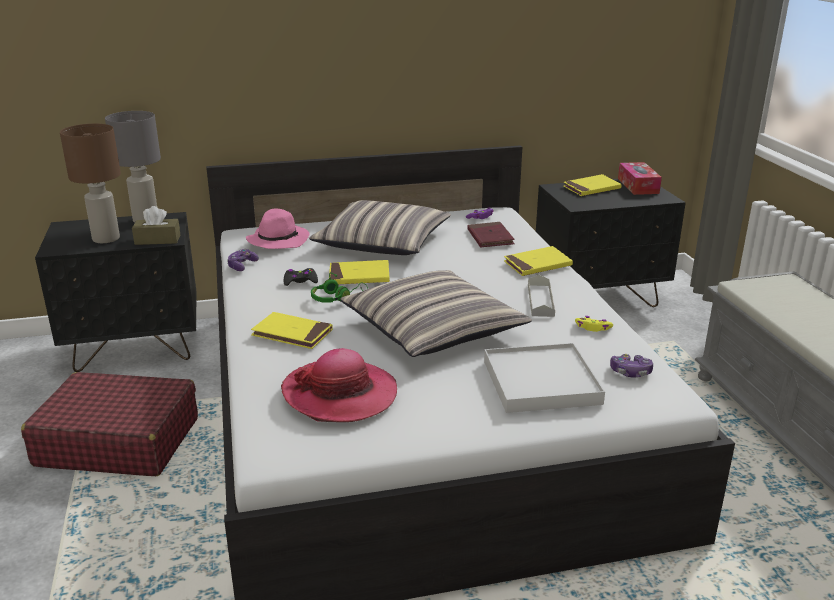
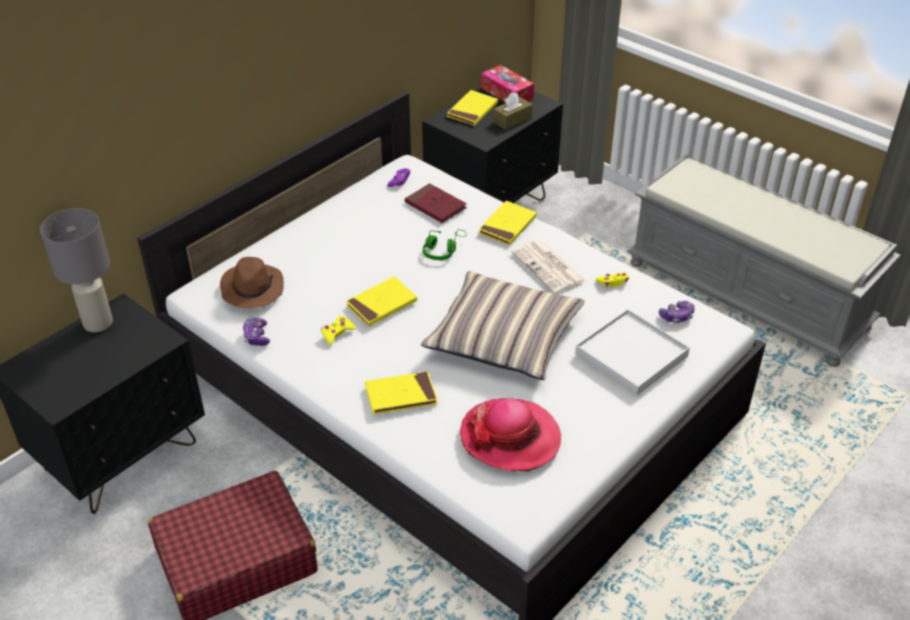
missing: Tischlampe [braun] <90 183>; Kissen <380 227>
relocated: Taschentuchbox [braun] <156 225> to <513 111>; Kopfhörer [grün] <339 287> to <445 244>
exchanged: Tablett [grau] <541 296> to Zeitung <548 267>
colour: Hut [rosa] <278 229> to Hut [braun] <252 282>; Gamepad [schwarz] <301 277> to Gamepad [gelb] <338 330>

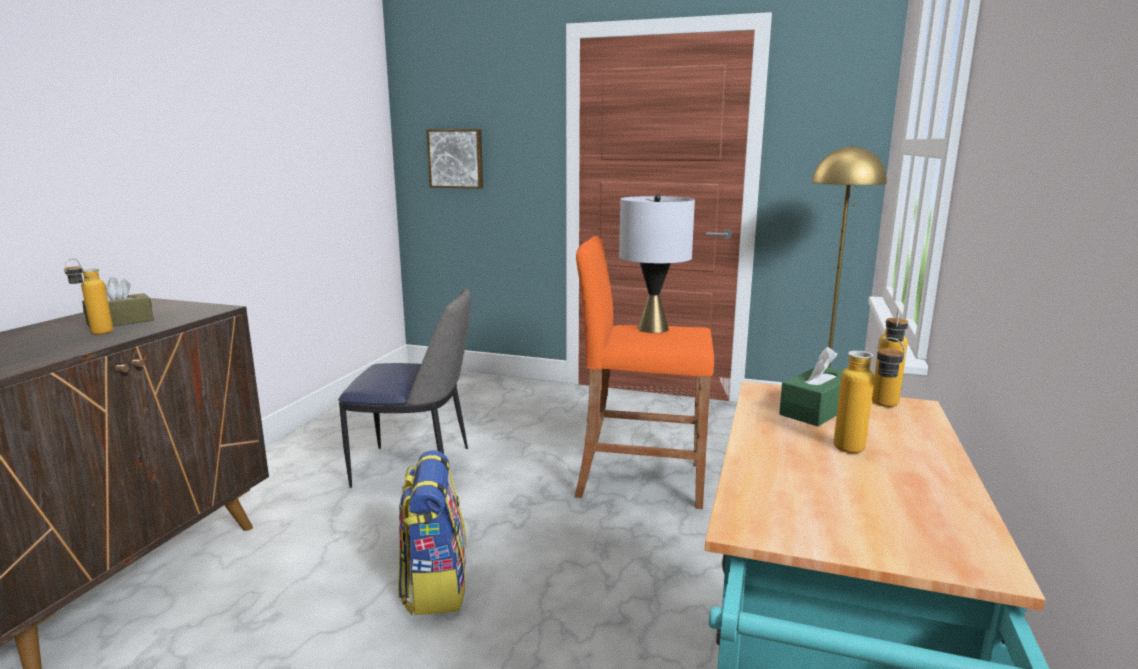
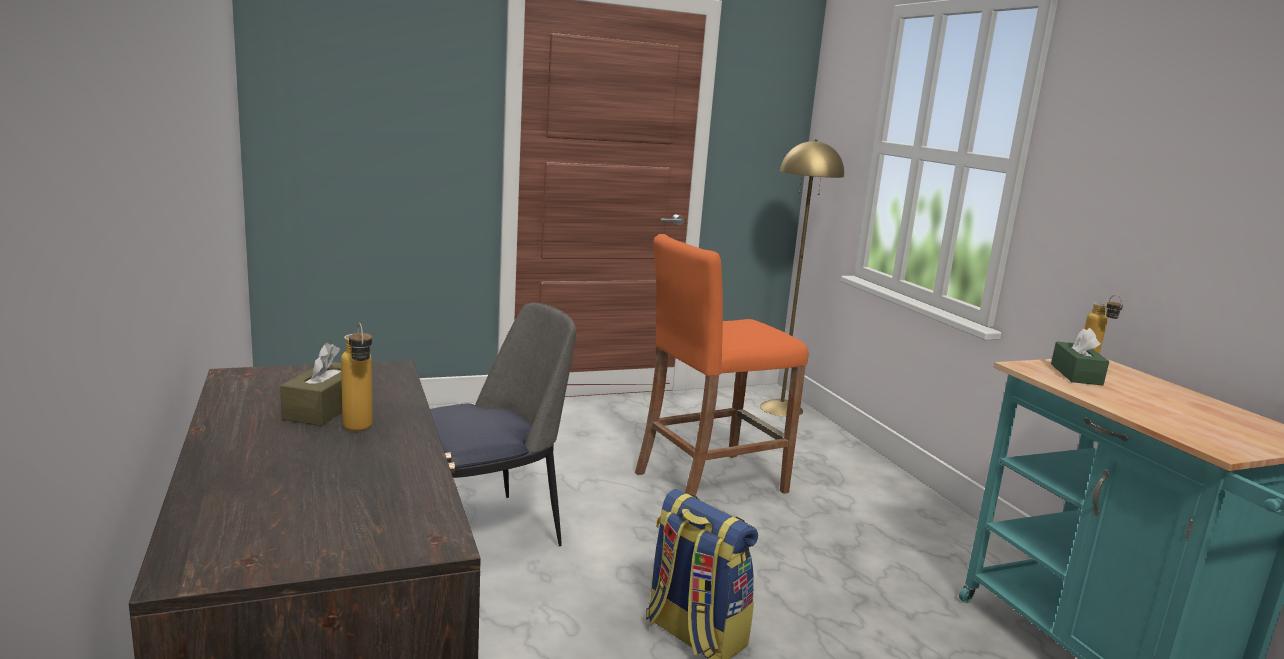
missing: Bild <454 159>; Tischlampe [grau] <657 263>; Flasche <869 395>

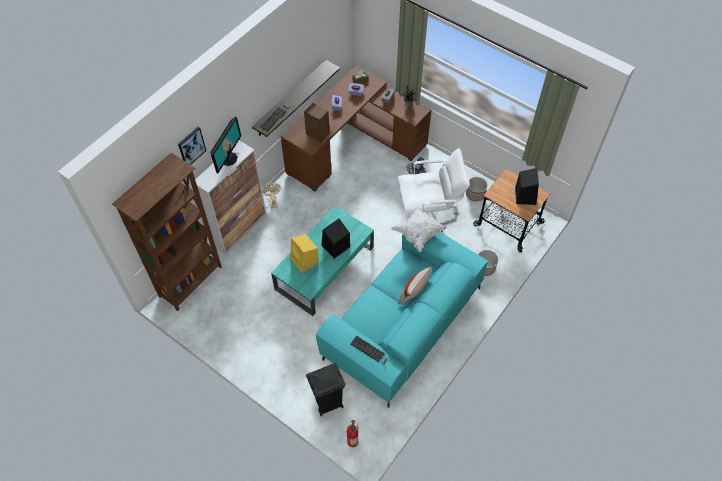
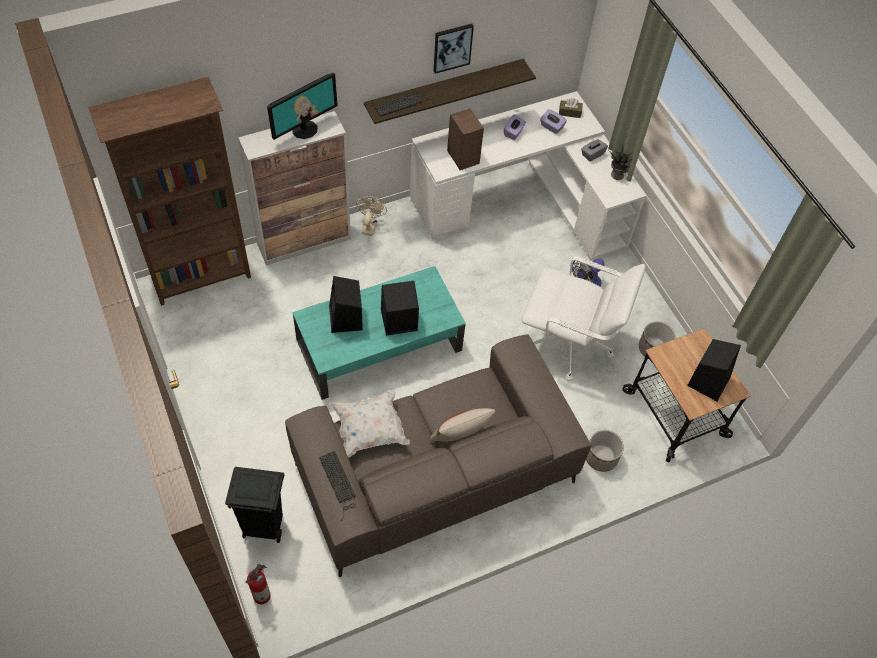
relocated: Bild <192 146> to <453 49>; Kissen [weiß] <419 229> to <370 424>
colour: Schreibtisch [braun] <356 129> to Schreibtisch [weiß] <528 175>; Sofa [türkis] <402 319> to Sofa [braun] <438 456>; Lautsprecher [gelb] <304 253> to Lautsprecher [schwarz] <346 304>

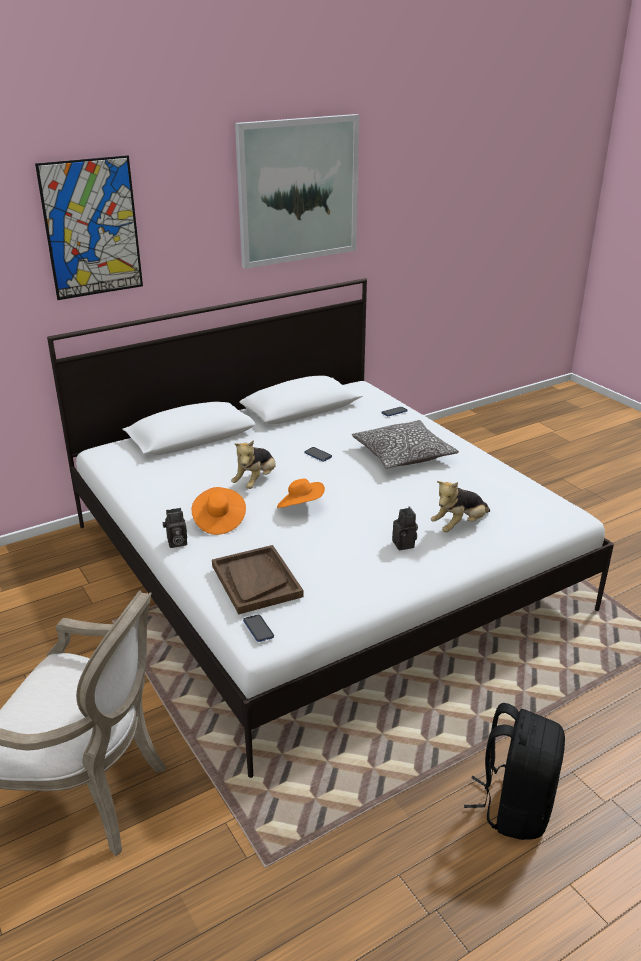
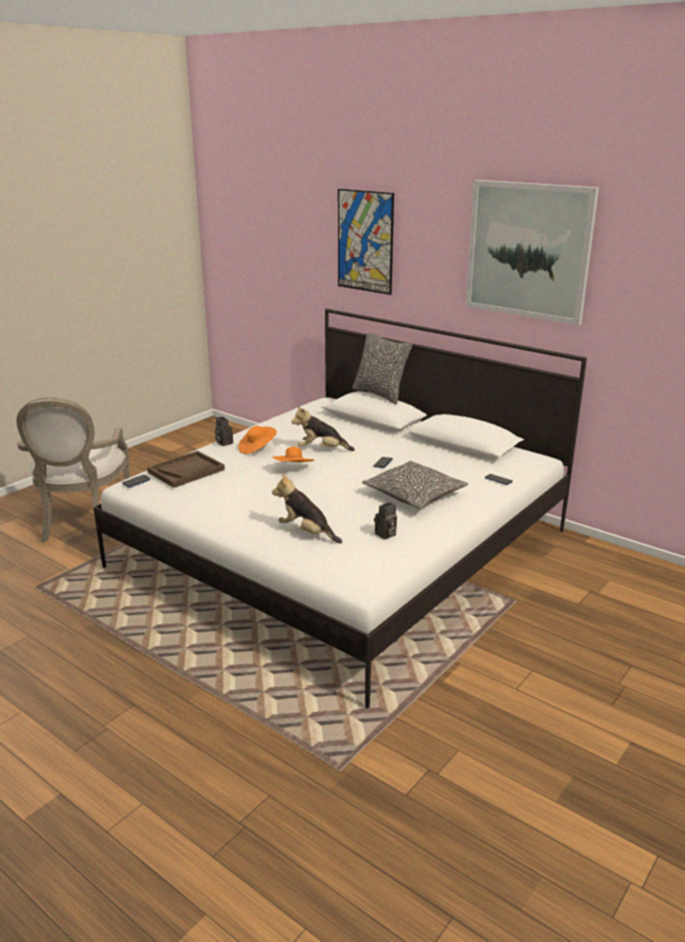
missing: Rucksack [schwarz] <514 771>
appeared: Kissen <382 368>
relocated: Kamera <405 529> to <385 521>

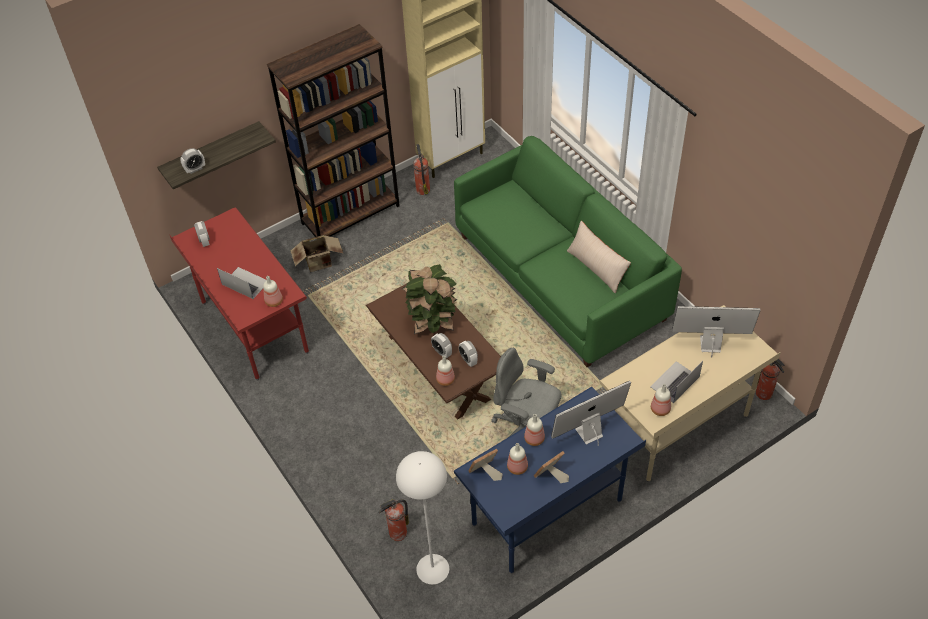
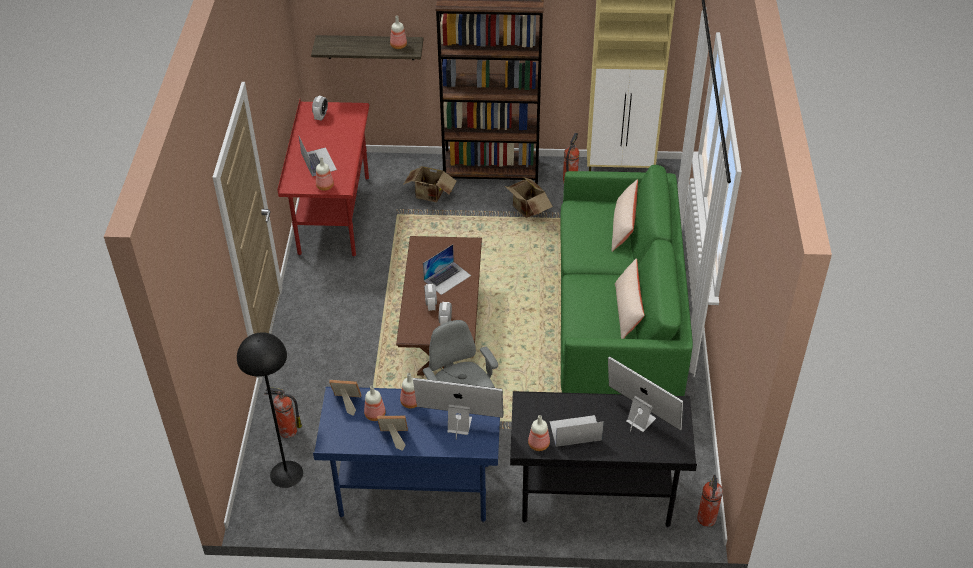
missing: Wecker <192 161>
appeared: Karton <529 197>; Kissen [beige] <625 215>
relocated: Flasche <445 371> to <398 32>
exchanged: Topfpflanze <430 299> to Laptop <447 269>
colour: Schreibtisch [beige] <690 393> to Schreibtisch [schwarz] <603 459>; Stehlampe [weiß] <422 517> to Stehlampe [schwarz] <270 410>

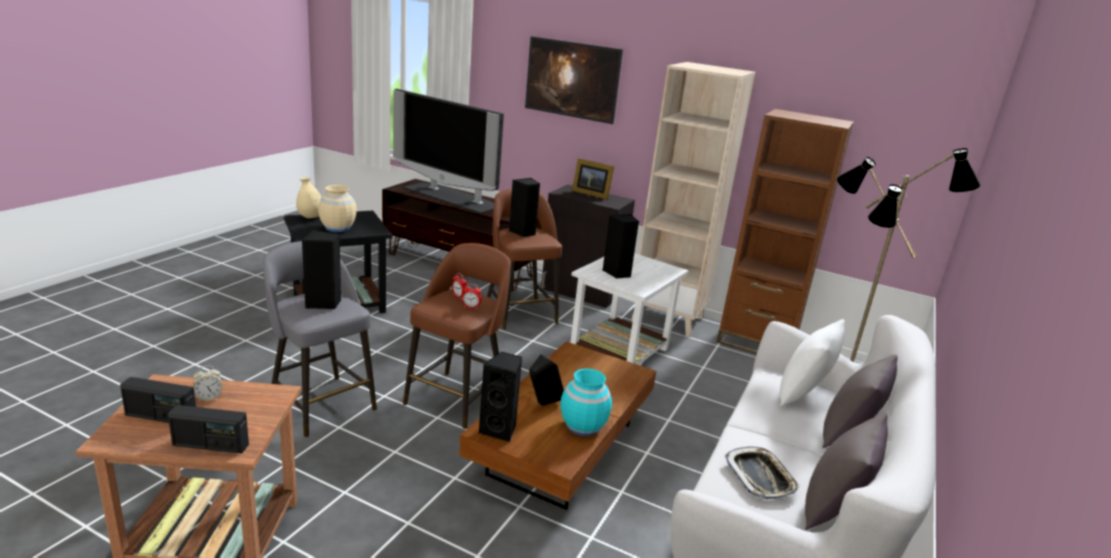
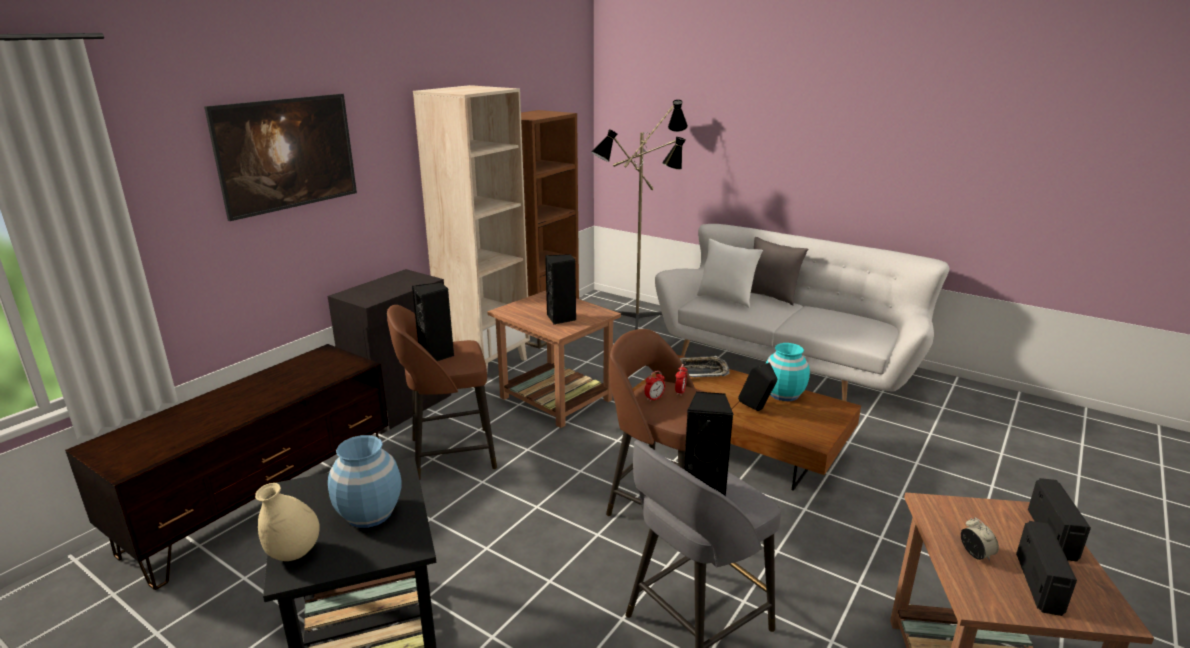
missing: Fernseher <448 151>; Bilderrahmen <593 179>; Lautsprecher [schwarz] <500 397>; Kissen [grau] <846 471>
relocated: Tablett <762 473> to <704 366>
colour: Vase [beige] <337 208> to Vase [blau] <365 481>; Beistelltisch [weiß] <629 309> to Beistelltisch [braun] <554 359>

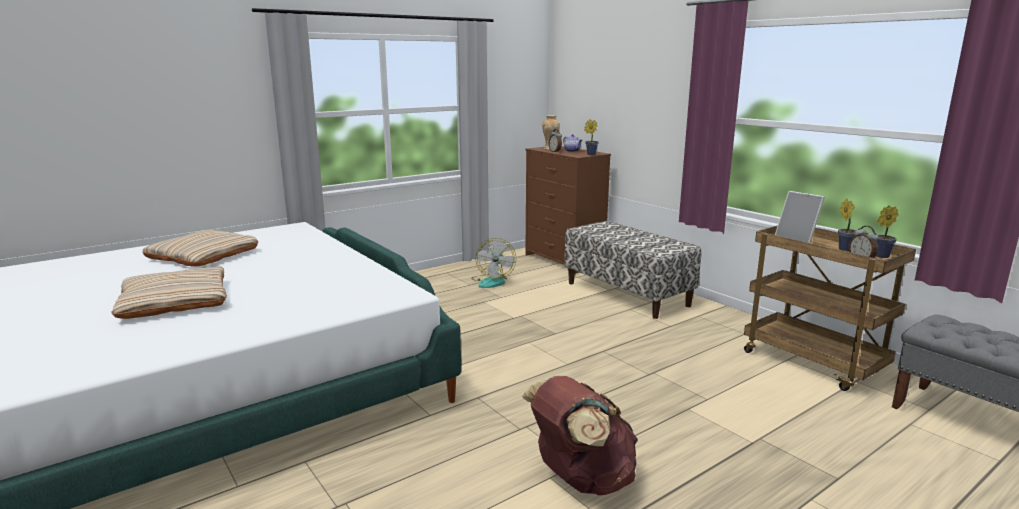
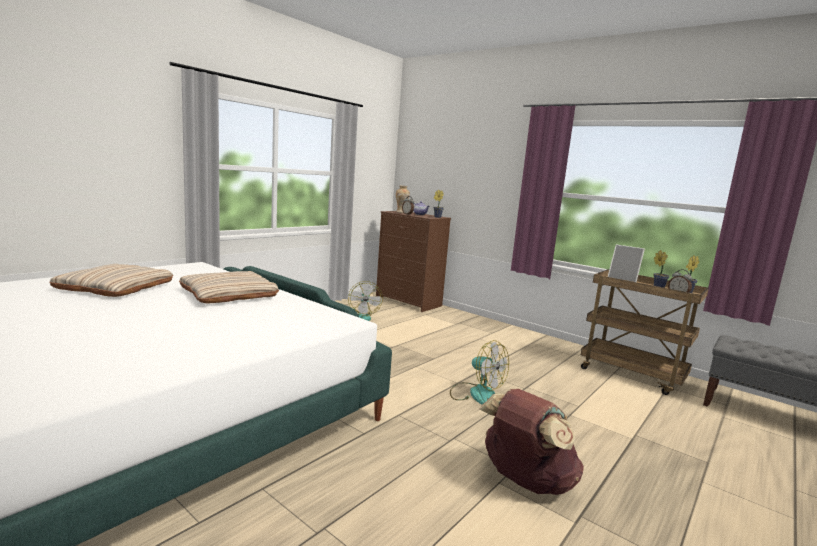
missing: Bank <633 270>
appeared: Ventilator <479 372>
relocated: Kissen [beige] <169 292> to <229 287>

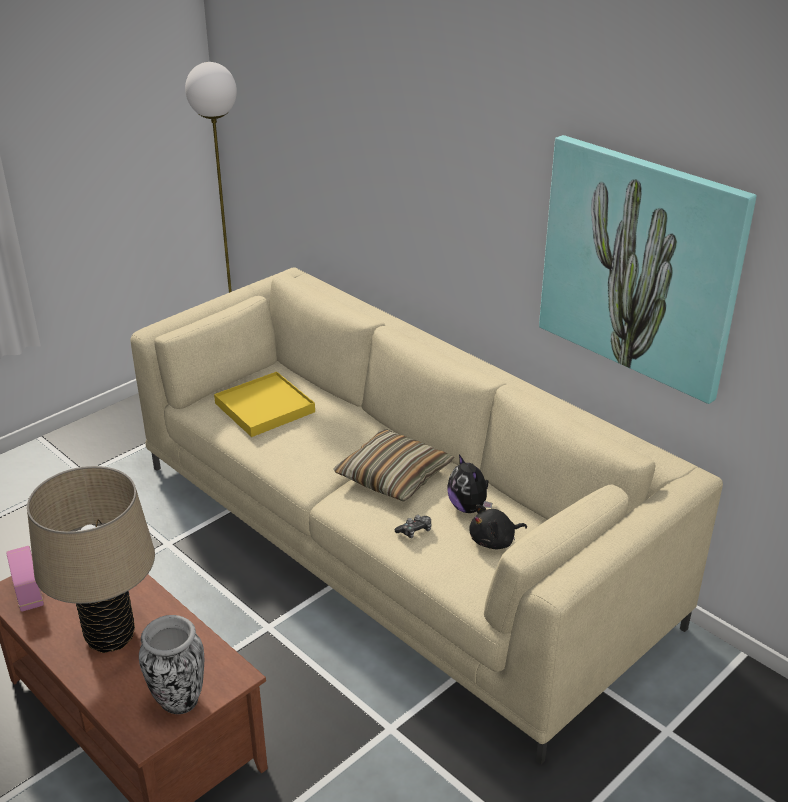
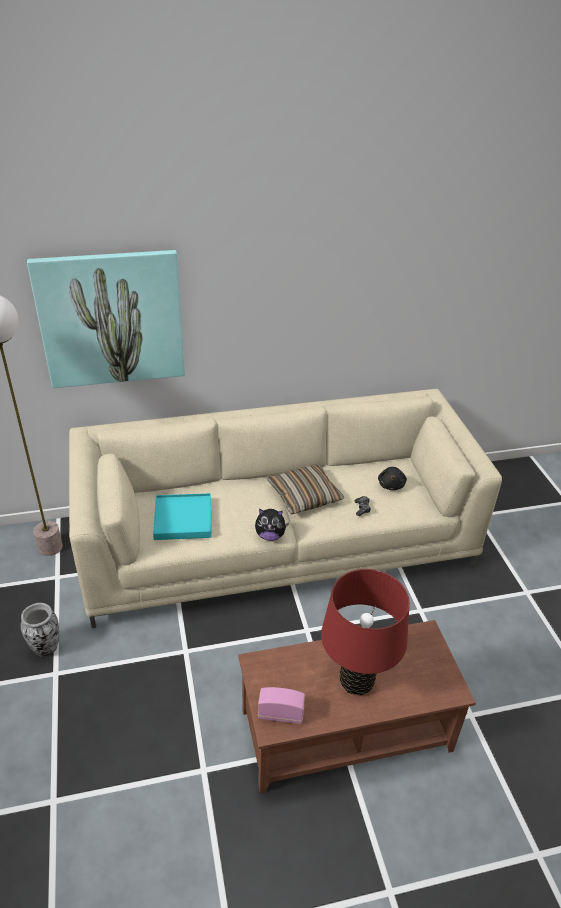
relocated: Bild <648 269> to <106 319>; Plüschtier <470 483> to <272 525>; Vase <171 664> to <40 630>
colour: Tablett [gelb] <264 404> to Tablett [türkis] <182 516>; Tischlampe [beige] <91 559> to Tischlampe [rot] <365 632>

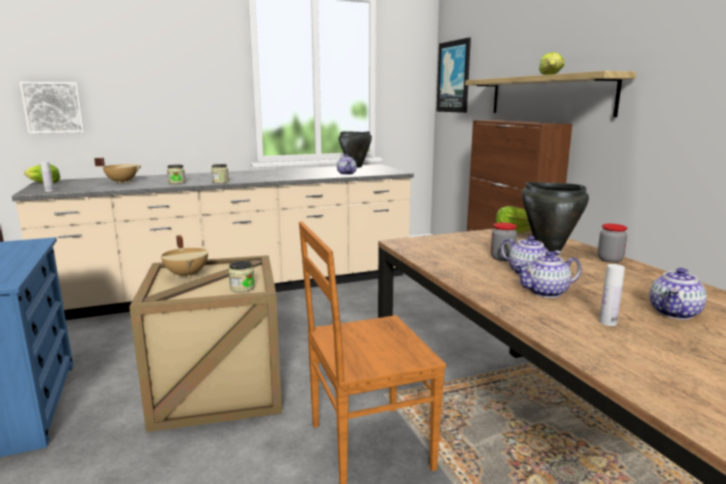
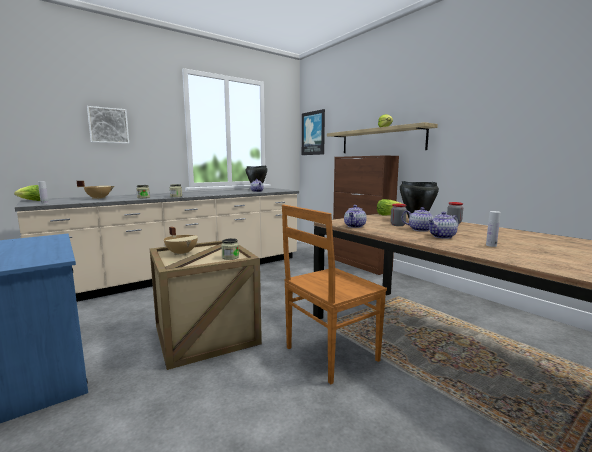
relocated: Bild <52 107> to <108 125>; Teekanne <678 294> to <355 216>

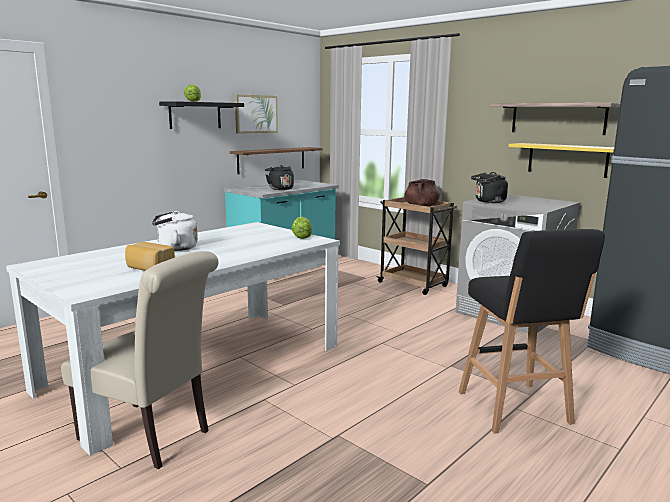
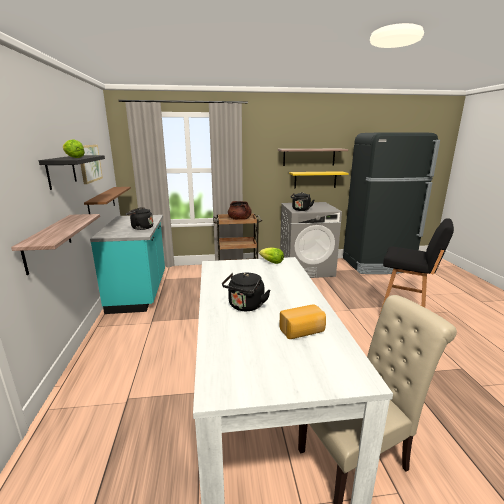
appeared: Wandregal <55 244>
colour: Wasserkessel [weiß] <175 231> to Wasserkessel [schwarz] <246 292>

